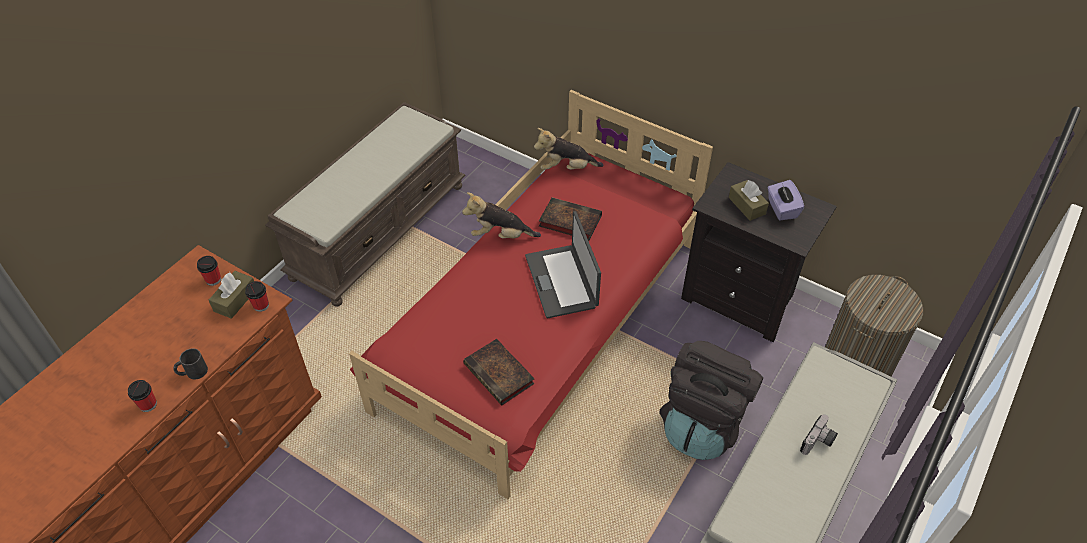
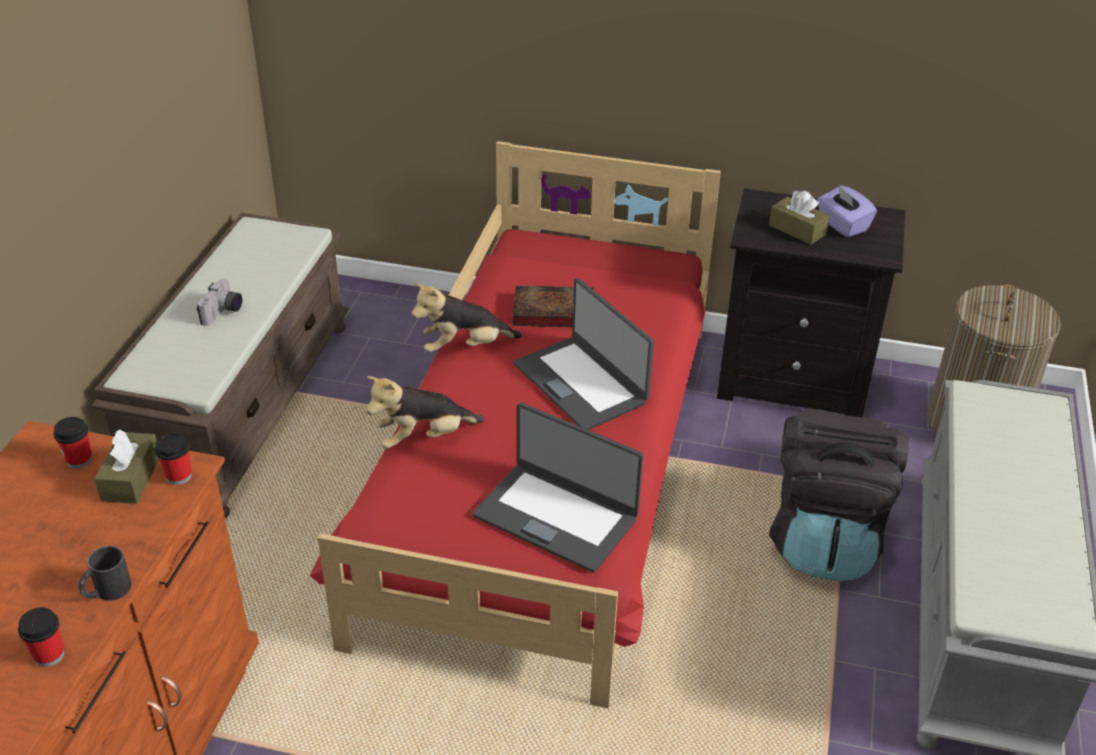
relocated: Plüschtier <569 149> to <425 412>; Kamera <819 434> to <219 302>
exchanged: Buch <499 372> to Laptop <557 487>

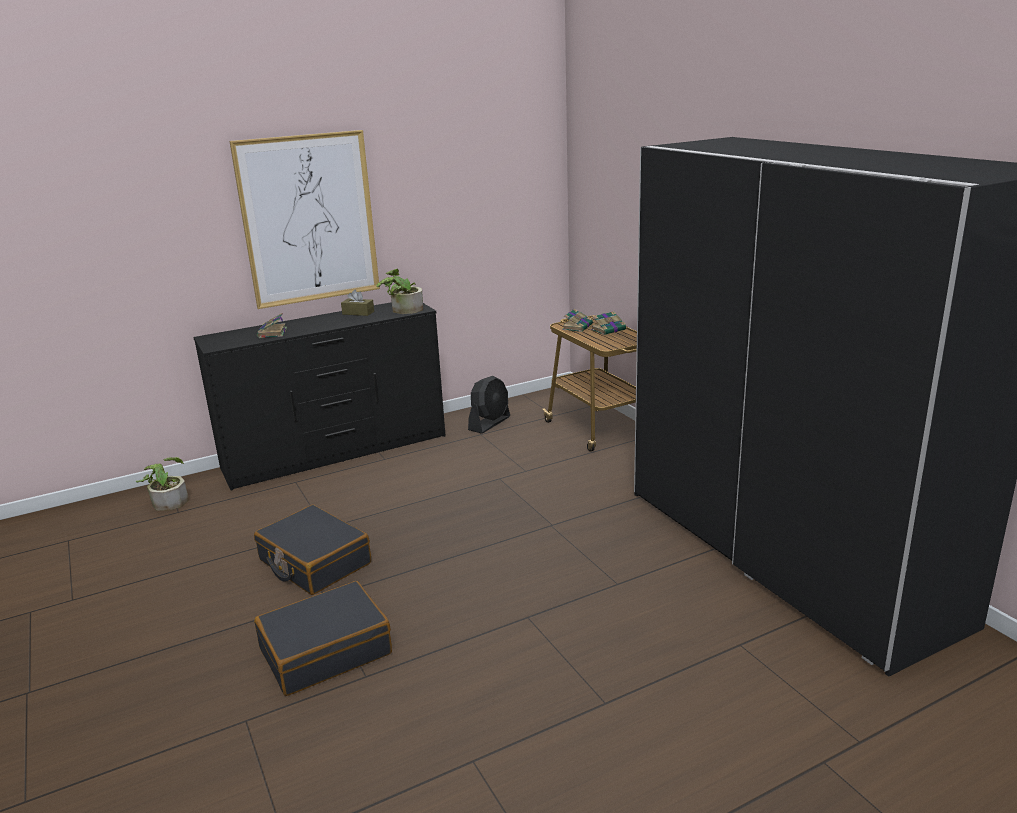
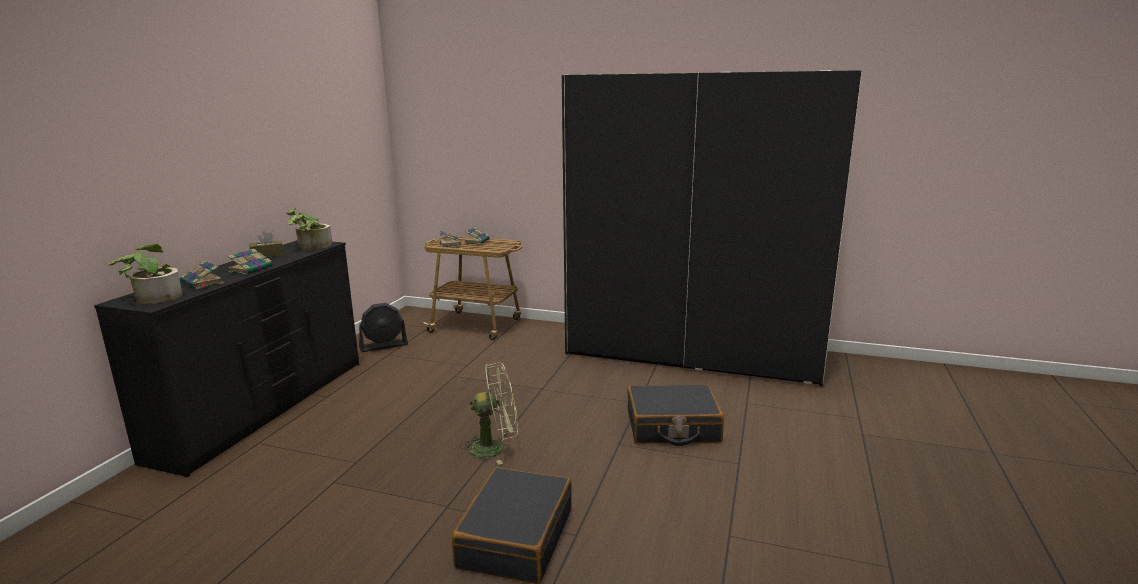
missing: Bild <305 219>
appeared: Buch <250 262>; Ventilator [grün] <489 413>
relocated: Topfpflanze <162 484> to <145 274>; Koffer [schwarz] <312 550> to <675 415>
spun: Ventilator [schwarz] <489 405> = <383 327> 75 degrees clockwise

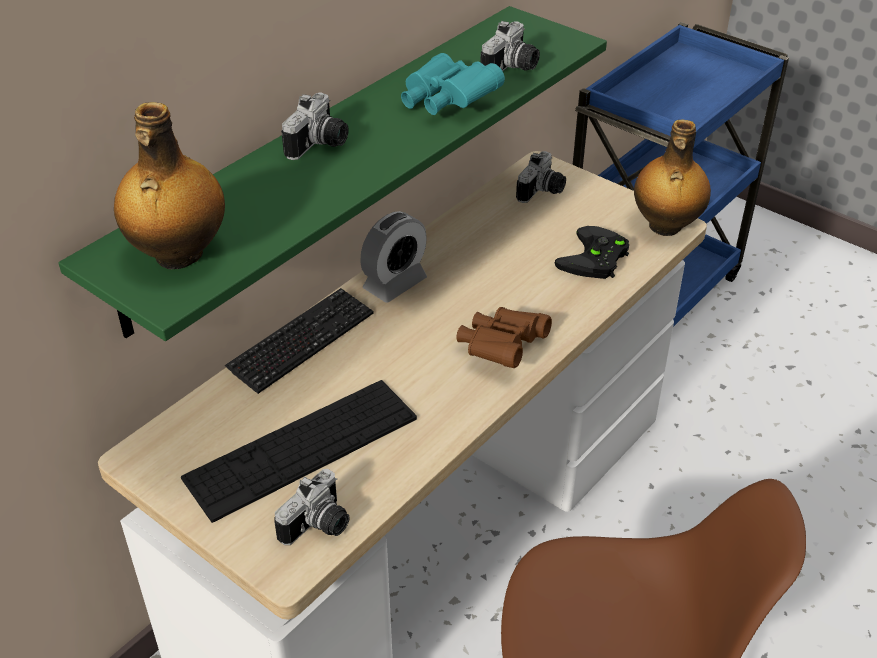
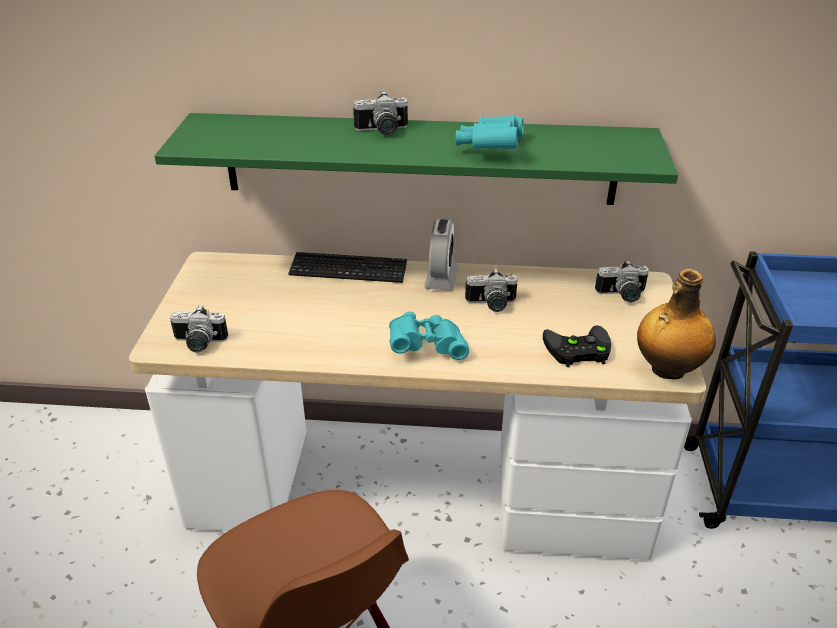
missing: Flasche <169 185>; Tastatur <299 451>
relocated: Kamera <510 46> to <491 290>
colour: Fernglas [braun] <504 337> to Fernglas [türkis] <429 336>
spun: Wecker <393 256> = <441 255> 90 degrees counterclockwise

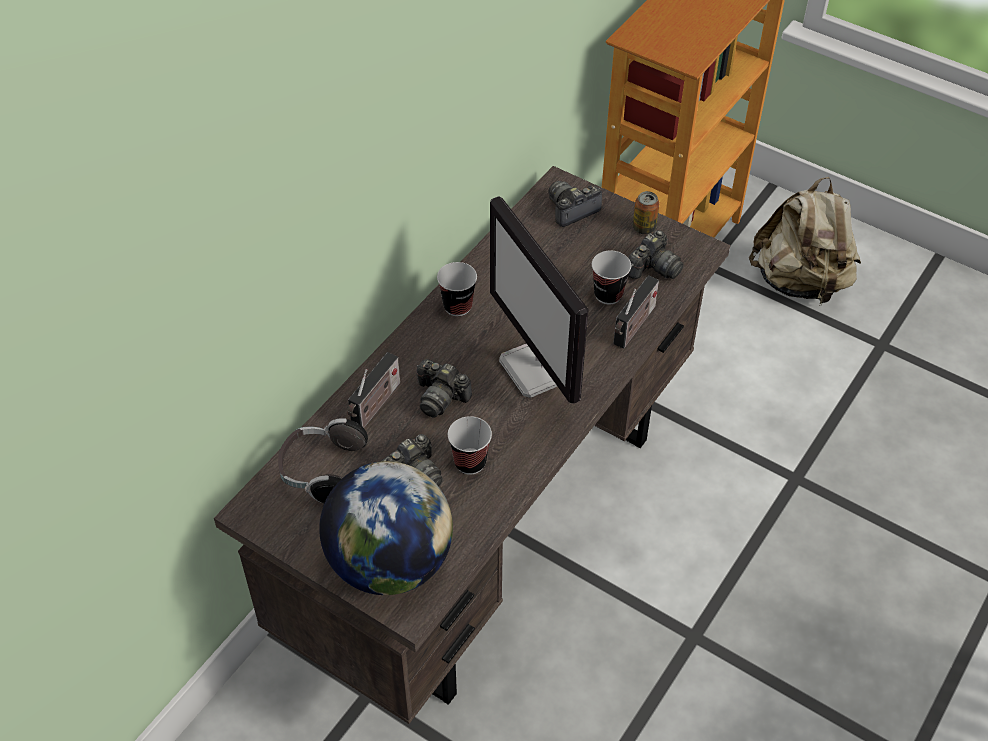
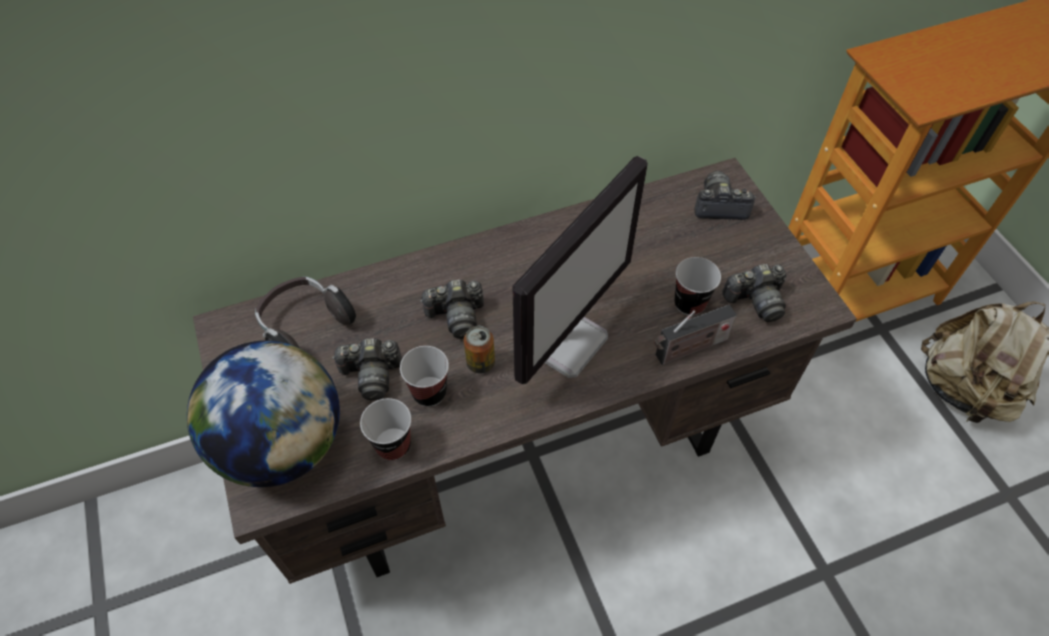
missing: Radio <373 390>
relocated: Dose <646 213> to <479 349>; Tasse <457 289> to <385 429>
spun: Monitor <539 300> = <580 270> 150 degrees counterclockwise; Kamera <444 388> = <452 309> 75 degrees counterclockwise

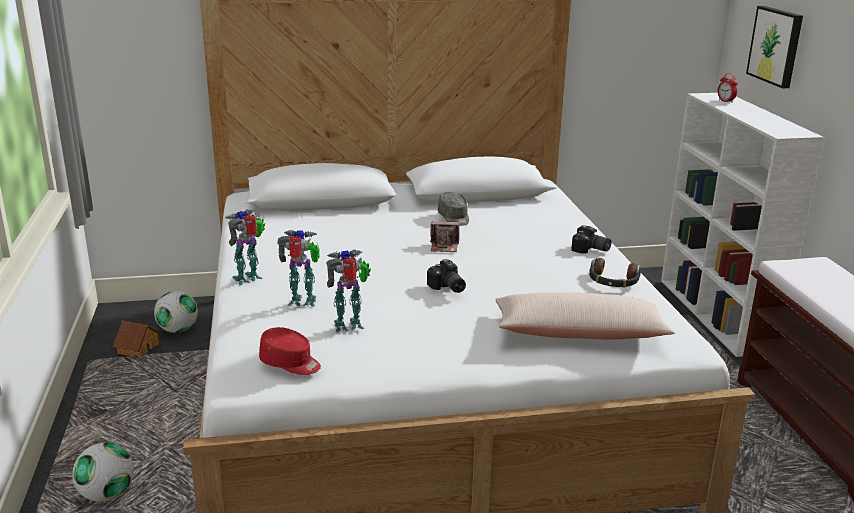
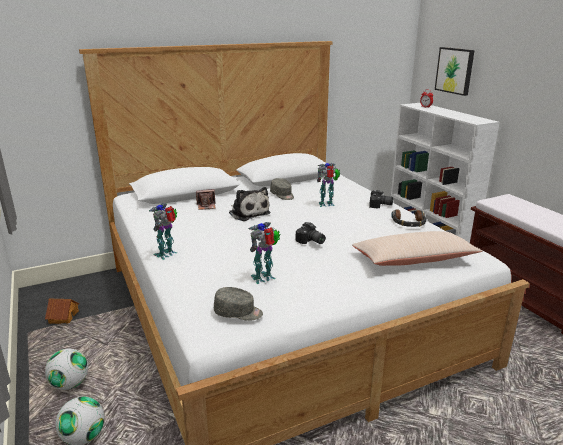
appeared: Plüschtier <249 204>
relocated: Kamera <444 236> to <206 199>; Spielzeugroboter <298 268> to <328 185>; Fußball <176 312> to <66 369>
colour: Kappe [rot] <290 351> to Kappe [grau] <238 304>

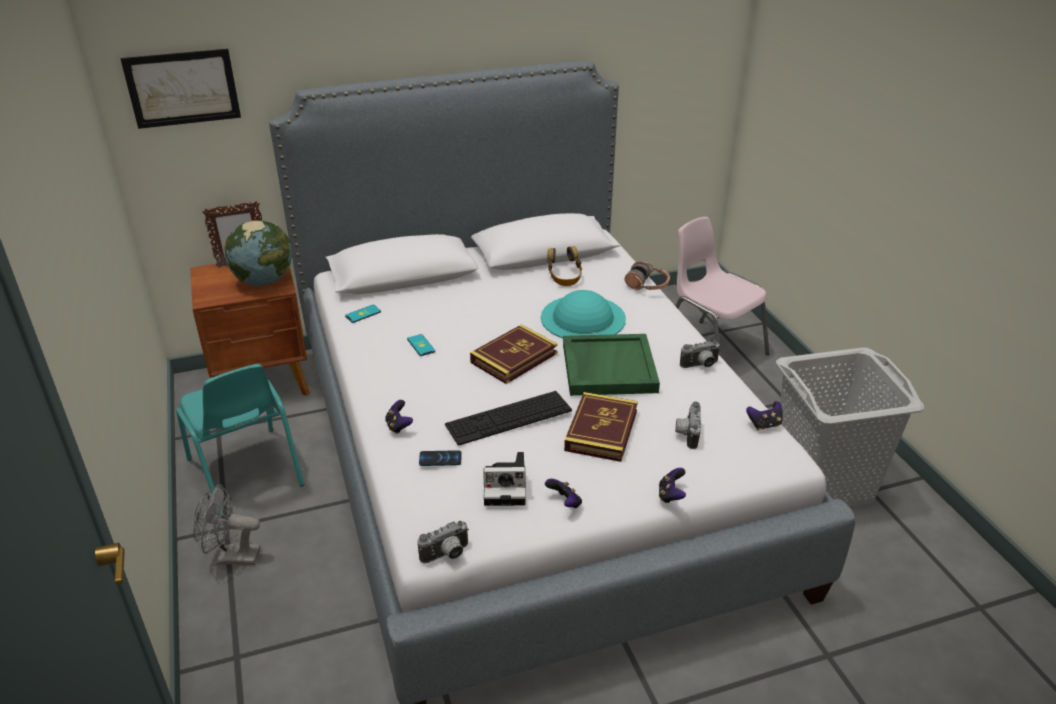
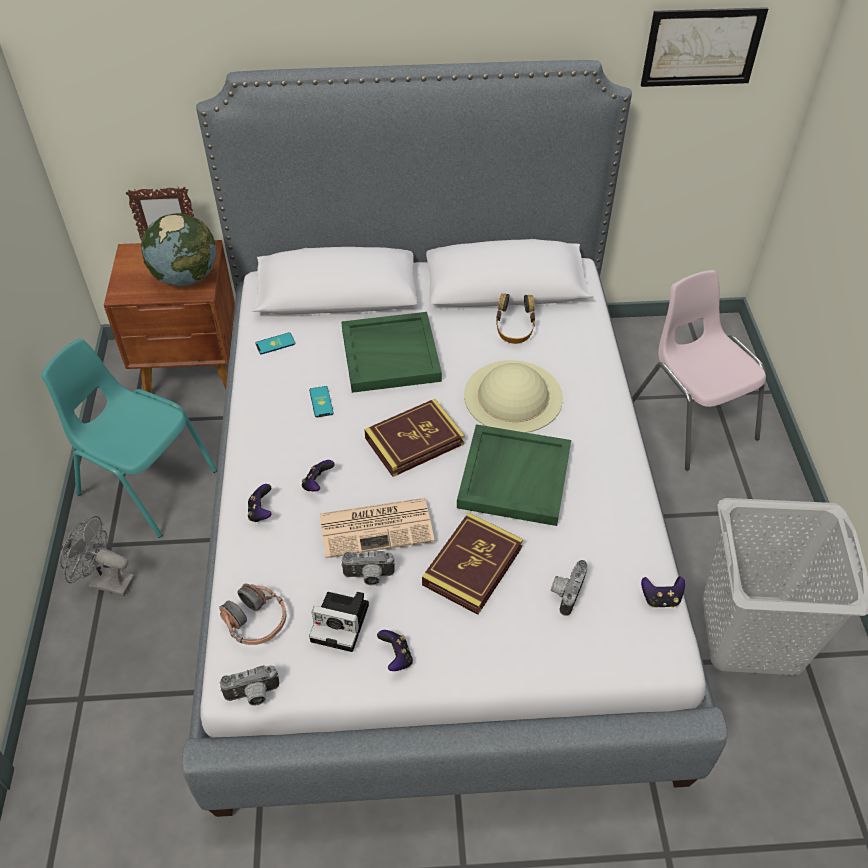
missing: Handy <440 458>
appeared: Tablett [grün] <391 352>
relocated: Bild <181 89> to <704 47>; Kopfhörer <647 276> to <252 614>; Kamera <700 354> to <368 568>; Gamepad <672 486> to <318 476>
exchanged: Tastatur <508 418> to Zeitung <377 528>
colour: Hut [türkis] <583 314> to Hut [beige] <513 396>
spun: Stuhl [türkis] <240 441> = <129 438> 135 degrees clockwise

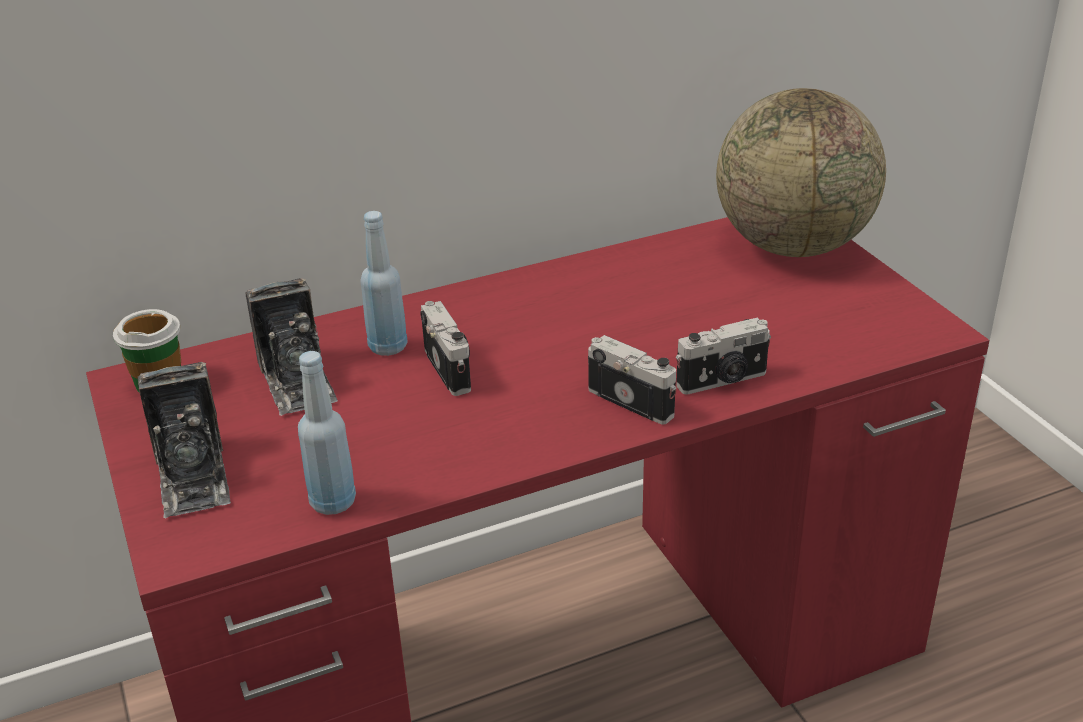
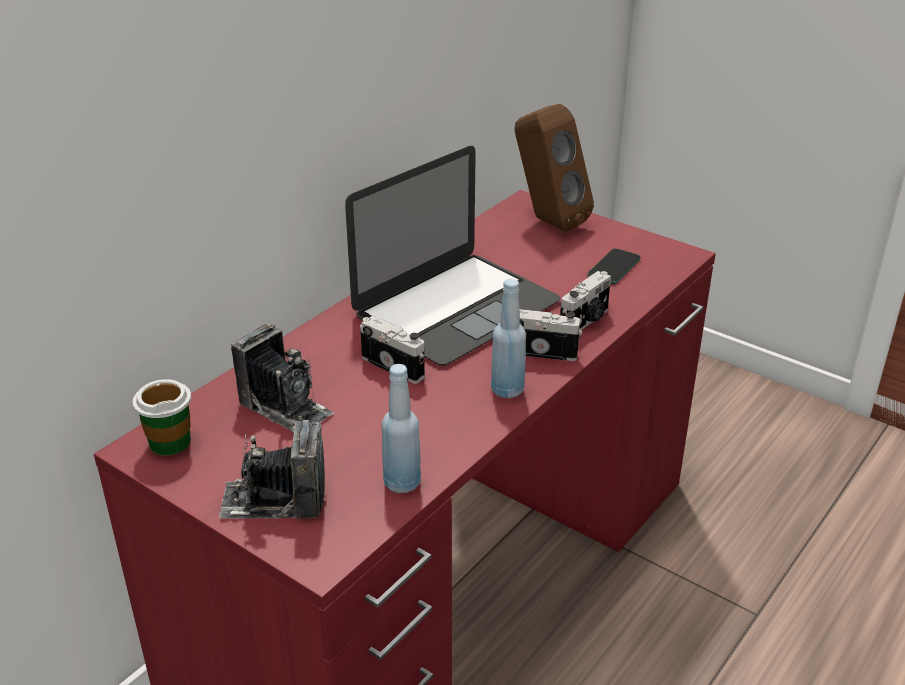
appeared: Laptop <453 255>; Handy <614 266>
relocated: Flasche [blau] <384 283> to <508 338>
exchanged: Globus <801 172> to Lautsprecher [braun] <554 168>
spun: Kamera <184 440> = <272 469> 135 degrees clockwise

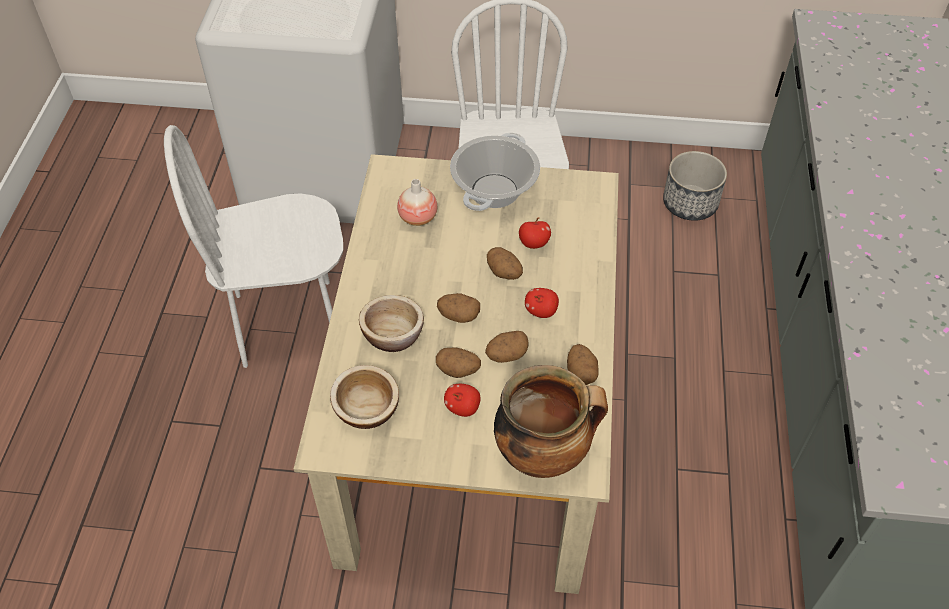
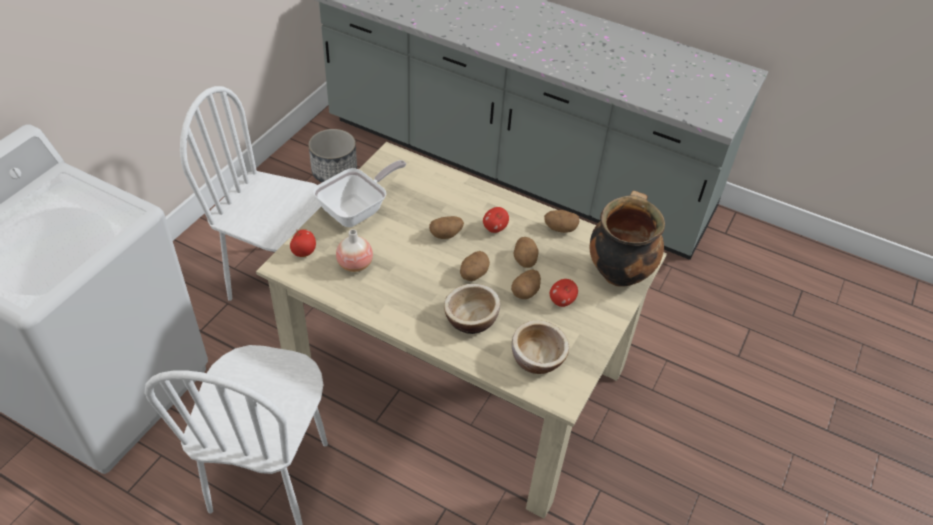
relocated: Apfel <535 233> to <303 243>
exchanged: Kochtopf <495 171> to Pfanne <359 193>

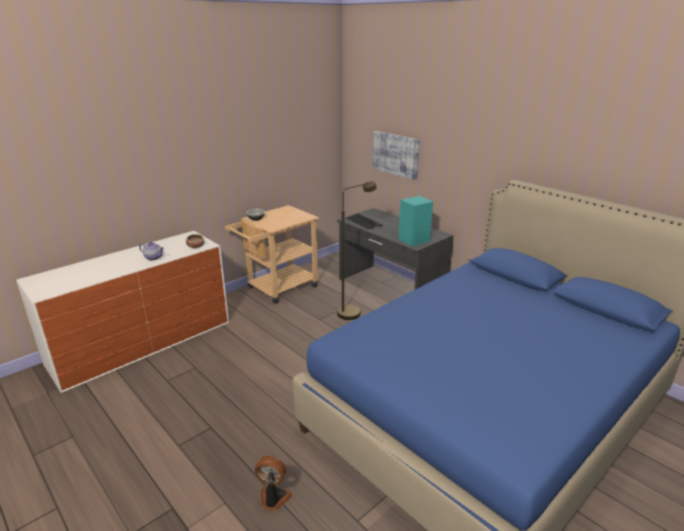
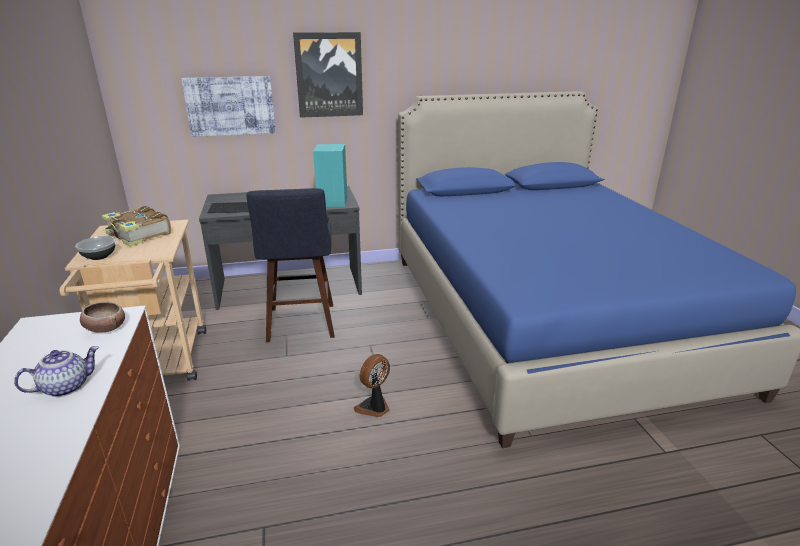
appeared: Bild <328 75>; Buch <136 226>
relocated: Ventilator <273 483> to <372 385>
exchanged: Stehlampe [braun] <357 250> to Hocker [blau] <290 265>

